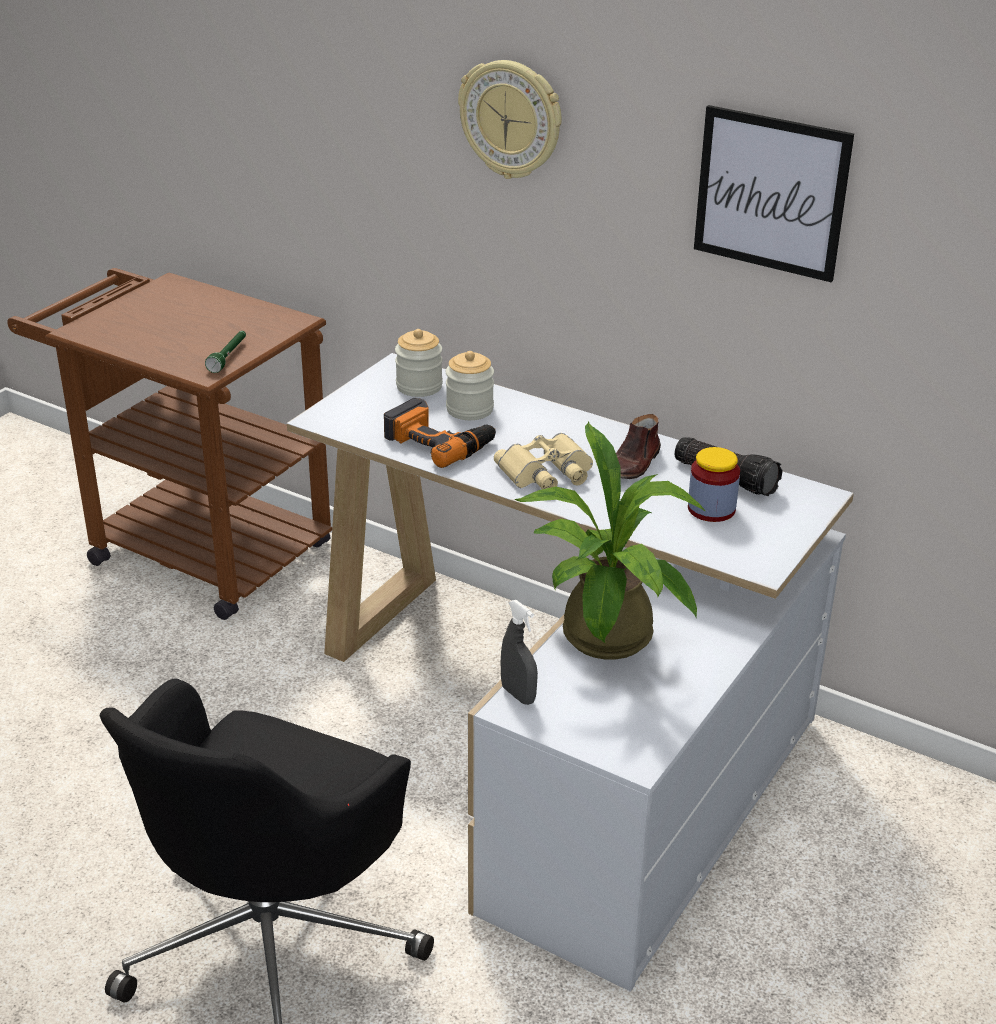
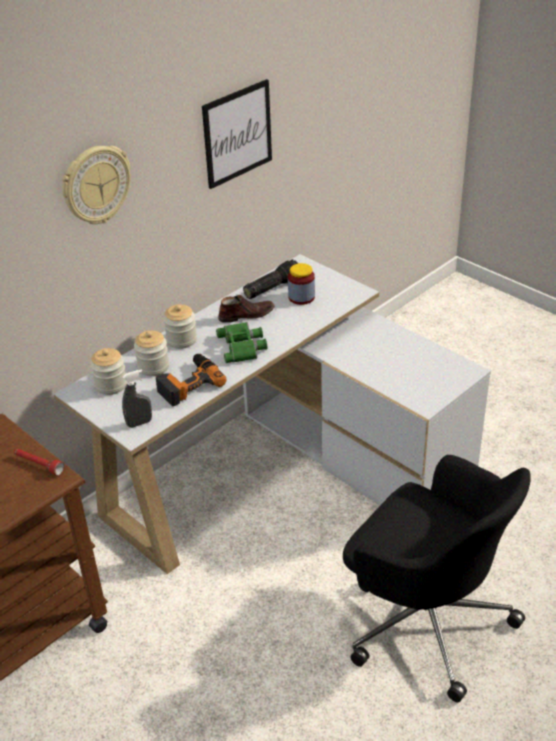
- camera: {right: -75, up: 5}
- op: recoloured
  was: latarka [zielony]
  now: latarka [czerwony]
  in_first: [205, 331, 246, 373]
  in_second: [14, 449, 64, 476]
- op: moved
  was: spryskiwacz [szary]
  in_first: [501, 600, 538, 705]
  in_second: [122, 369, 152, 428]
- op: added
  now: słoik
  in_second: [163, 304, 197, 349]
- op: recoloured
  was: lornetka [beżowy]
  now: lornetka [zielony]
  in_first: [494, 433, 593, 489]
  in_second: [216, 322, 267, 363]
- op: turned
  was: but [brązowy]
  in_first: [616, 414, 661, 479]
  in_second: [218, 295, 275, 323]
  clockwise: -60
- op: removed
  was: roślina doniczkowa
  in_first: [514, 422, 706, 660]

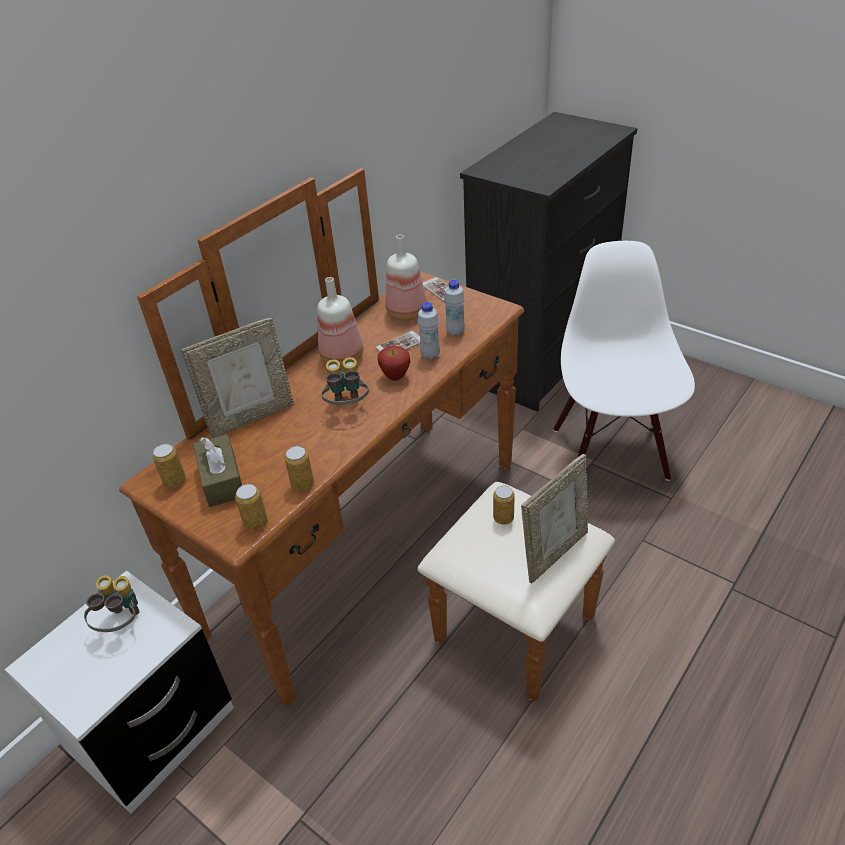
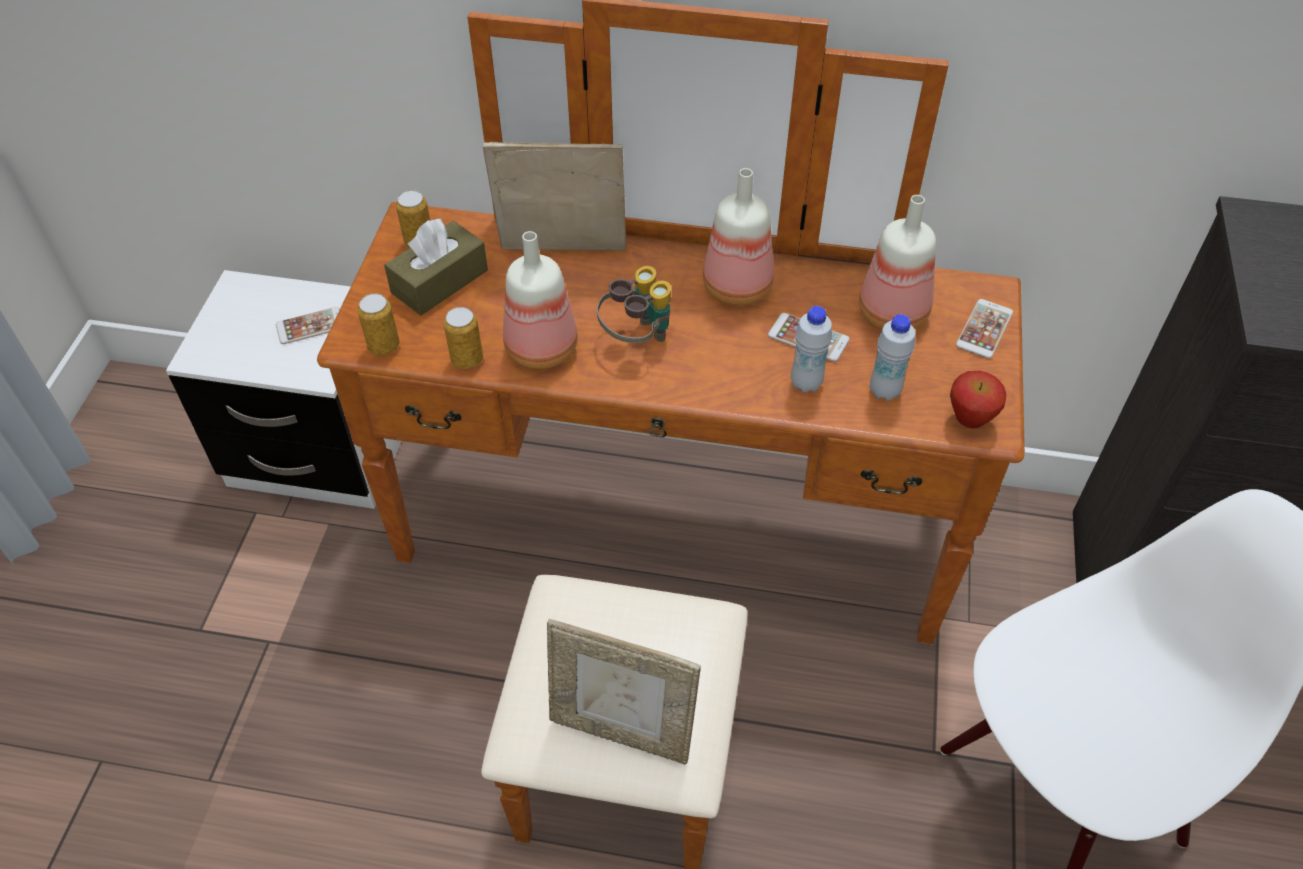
- camera: {right: 60, up: 10}
- op: replaced
  was: lornetka
  now: telefon
  in_first: [84, 575, 140, 632]
  in_second: [276, 307, 340, 344]
- op: turned
  was: ramka na zdjęcie
  in_first: [181, 318, 294, 438]
  in_second: [483, 142, 626, 251]
  clockwise: 150
- op: added
  now: butelka
  in_second: [503, 231, 578, 369]
- op: moved
  was: jabłko
  in_first: [378, 346, 410, 381]
  in_second: [950, 371, 1006, 429]
- op: removed
  was: puszka
  in_first: [493, 486, 515, 525]

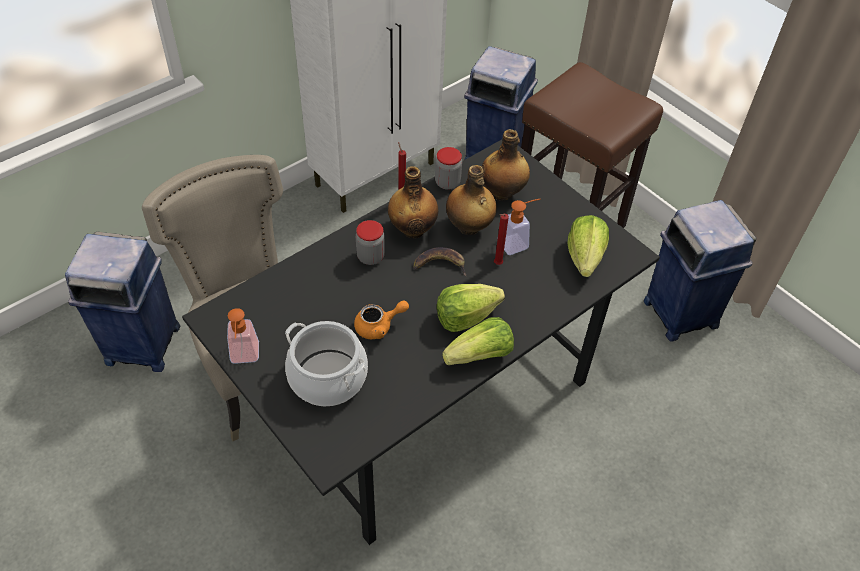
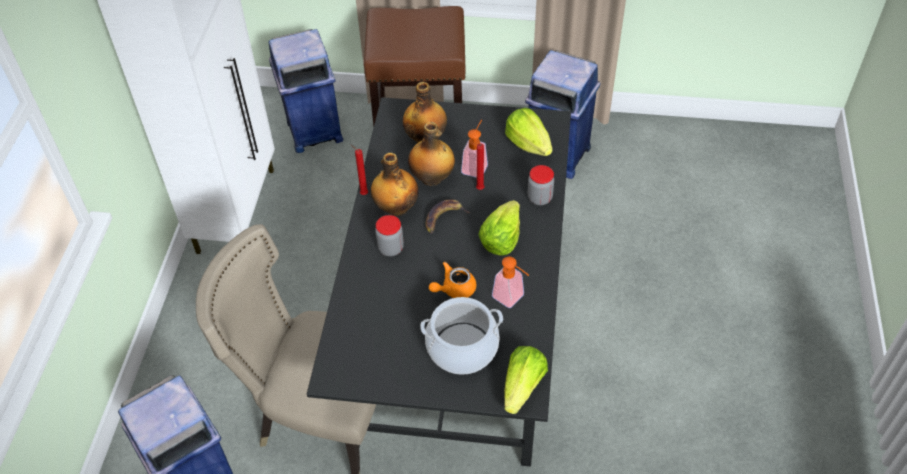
- camera: {right: -40, up: 0}
- op: turned
  was: imbryk [pomarańczowy]
  in_first: [354, 300, 409, 339]
  in_second: [429, 262, 476, 298]
  clockwise: -150
- op: moved
  was: dozownik mydła
  in_first: [227, 308, 259, 364]
  in_second: [492, 256, 529, 308]
- op: moved
  was: sałata
  in_first: [442, 317, 514, 365]
  in_second: [504, 346, 548, 414]
- op: moved
  was: słoik
  in_first: [435, 147, 462, 190]
  in_second: [528, 165, 554, 205]

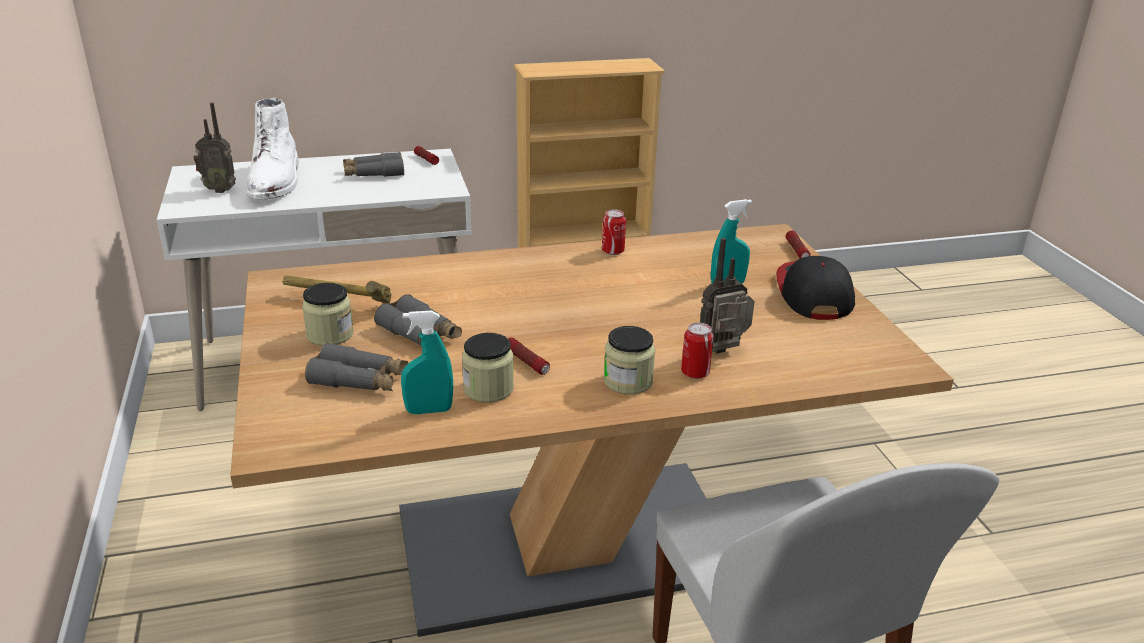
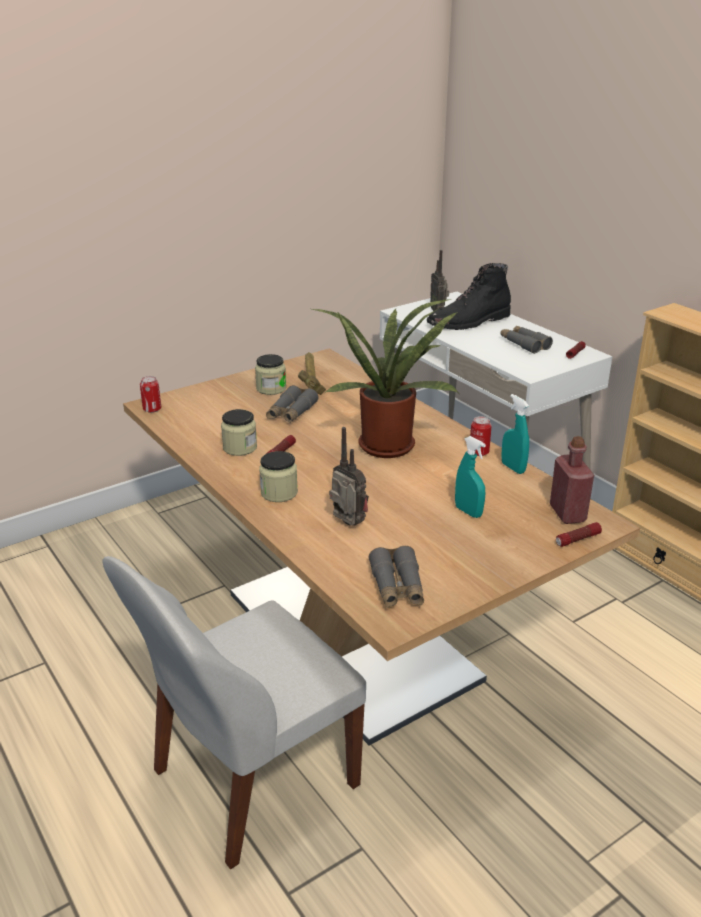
- camera: {right: 70, up: 0}
- op: moved
  was: puszka
  in_first: [681, 322, 713, 379]
  in_second: [140, 376, 161, 413]
- op: added
  now: roślina doniczkowa
  in_second: [312, 299, 458, 458]
- op: moved
  was: lornetka [szary]
  in_first: [305, 343, 409, 391]
  in_second: [369, 546, 424, 608]
- op: recoloured
  was: but z cholewką [biały]
  now: but z cholewką [czarny]
  in_first: [246, 98, 299, 200]
  in_second: [427, 263, 511, 330]
- op: moved
  was: spryskiwacz [turkusowy]
  in_first: [401, 311, 453, 414]
  in_second: [501, 394, 529, 474]
- op: added
  now: butelka [czerwony]
  in_second: [550, 436, 594, 524]
- op: removed
  was: czapka z daszkiem
  in_first: [776, 256, 855, 320]

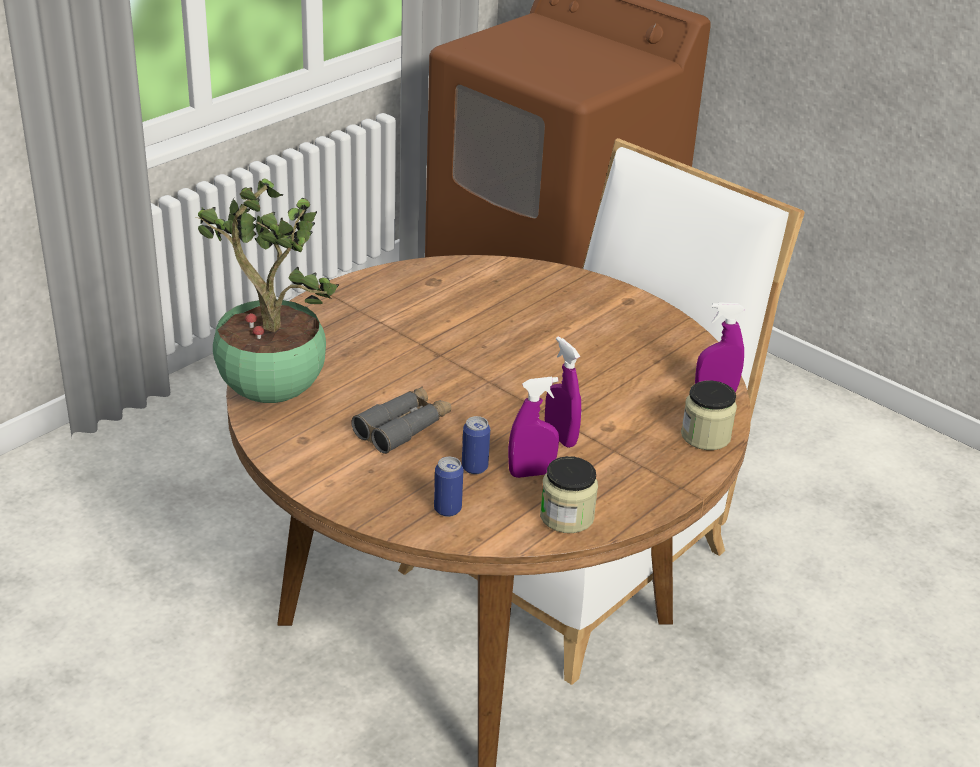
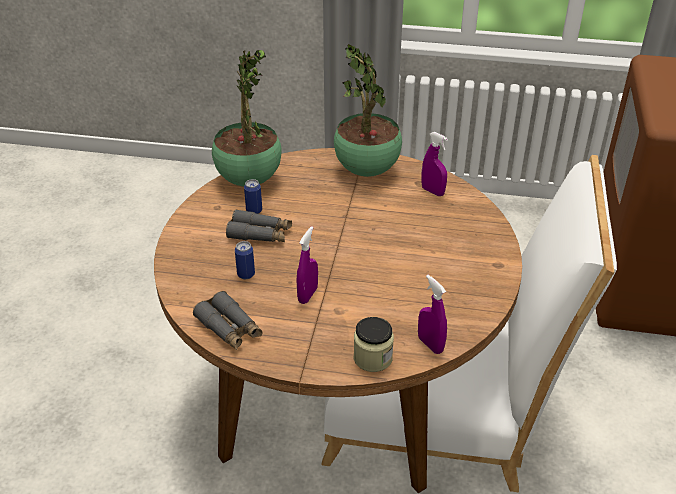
- camera: {right: 60, up: 5}
- op: replaced
  was: słoik
  now: lornetka [szary]
  in_first: [540, 456, 598, 533]
  in_second: [193, 291, 262, 350]
- op: moved
  was: puszka
  in_first: [434, 457, 463, 517]
  in_second: [244, 179, 262, 214]
- op: added
  now: roślina doniczkowa
  in_second: [334, 44, 402, 177]
- op: moved
  was: spryskiwacz [fioletowy]
  in_first: [508, 377, 559, 478]
  in_second: [421, 132, 448, 196]

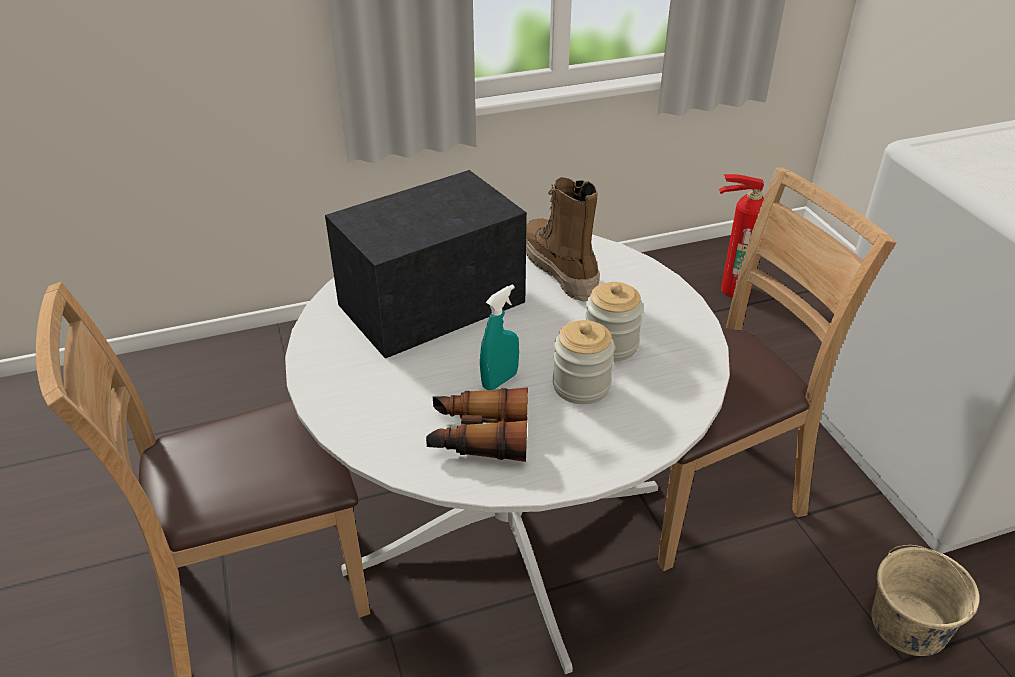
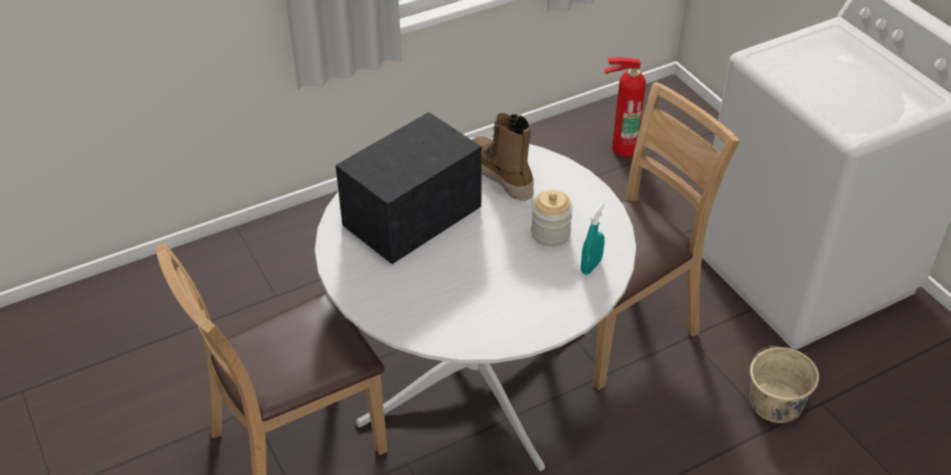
- camera: {right: -10, up: 5}
- op: moved
  was: spryskiwacz [turkusowy]
  in_first: [480, 284, 519, 390]
  in_second: [581, 202, 605, 275]
- op: removed
  was: lornetka
  in_first: [426, 387, 528, 462]
- op: removed
  was: słoik
  in_first: [553, 320, 615, 404]

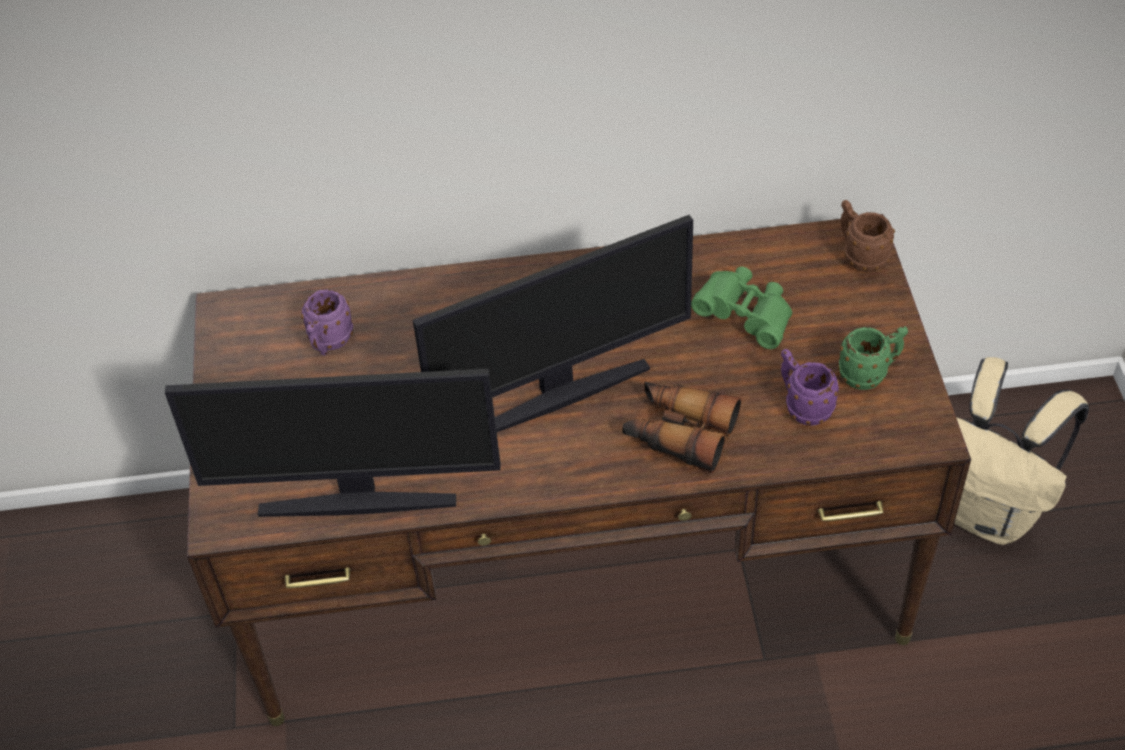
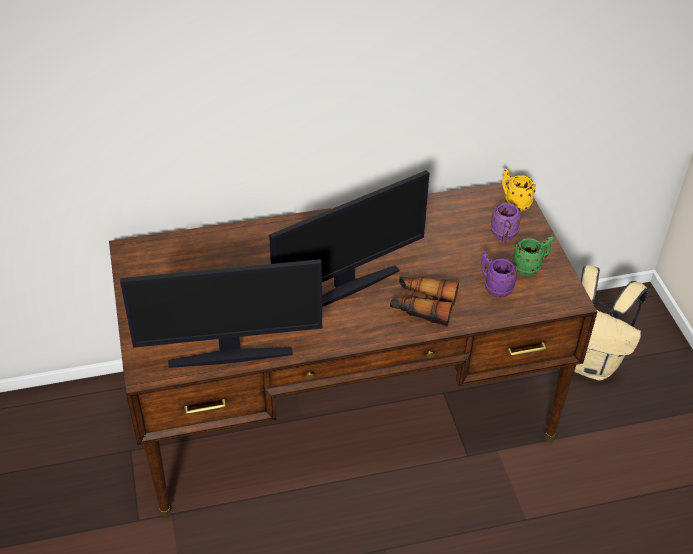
- camera: {right: -10, up: -5}
- op: moved
  was: kubek [fioletowy]
  in_first: [301, 289, 353, 355]
  in_second: [490, 203, 522, 243]
- op: recoloured
  was: kubek [brązowy]
  now: kubek [żółty]
  in_first: [841, 200, 895, 272]
  in_second: [502, 169, 536, 211]
- op: removed
  was: lornetka [zielony]
  in_first: [691, 267, 792, 349]

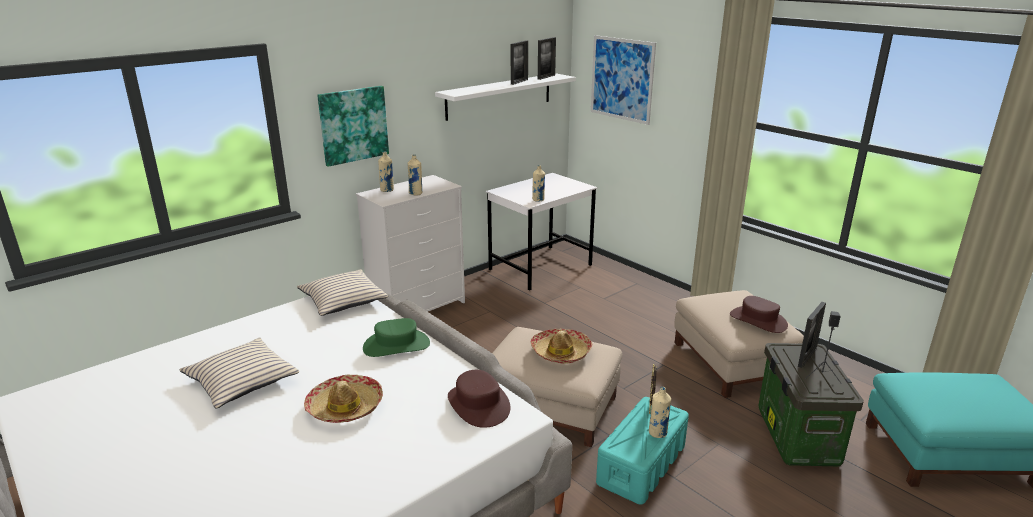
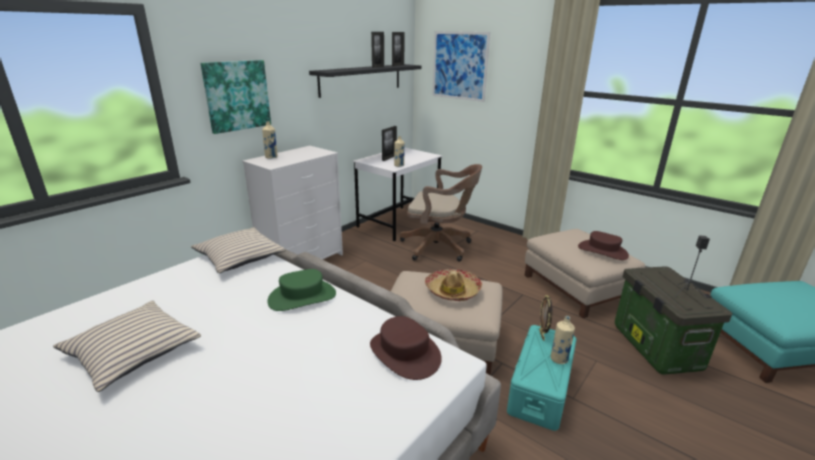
- camera: {right: -10, up: 0}
- op: recoloured
  was: półka [biały]
  now: półka [czarny]
  in_first: [435, 73, 576, 121]
  in_second: [309, 64, 422, 98]
- op: moved
  was: ramka na zdjęcie
  in_first: [798, 302, 826, 368]
  in_second: [382, 126, 397, 161]
- op: added
  now: krzesło biurowe [brązowy]
  in_second: [399, 164, 482, 262]
- op: removed
  was: kapelusz
  in_first: [304, 375, 383, 423]
- op: removed
  was: butelka [beżowy]
  in_first: [408, 154, 422, 196]

